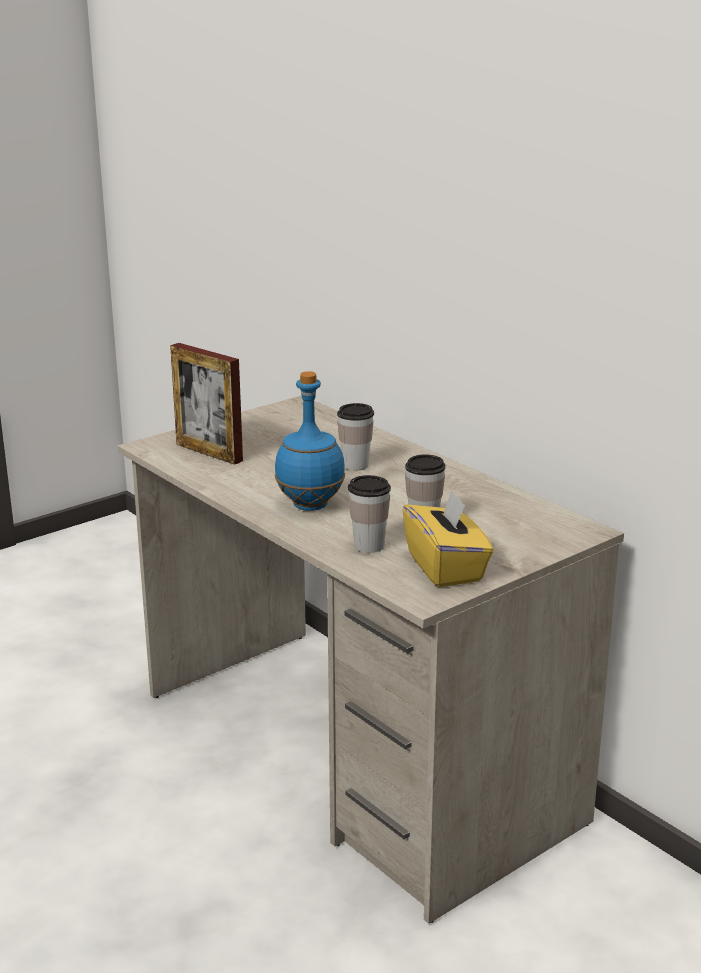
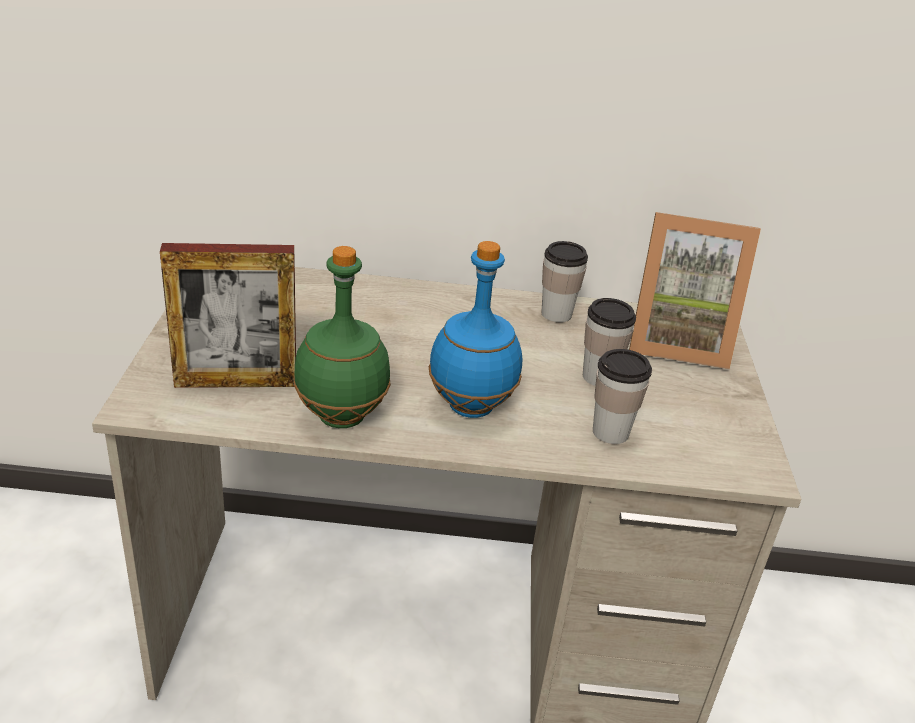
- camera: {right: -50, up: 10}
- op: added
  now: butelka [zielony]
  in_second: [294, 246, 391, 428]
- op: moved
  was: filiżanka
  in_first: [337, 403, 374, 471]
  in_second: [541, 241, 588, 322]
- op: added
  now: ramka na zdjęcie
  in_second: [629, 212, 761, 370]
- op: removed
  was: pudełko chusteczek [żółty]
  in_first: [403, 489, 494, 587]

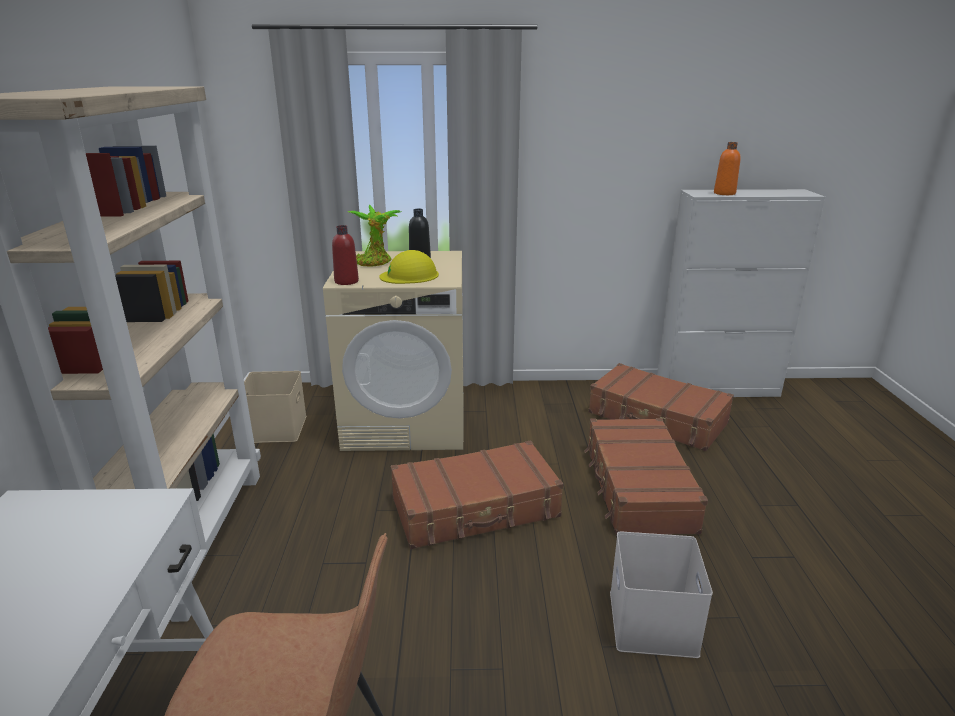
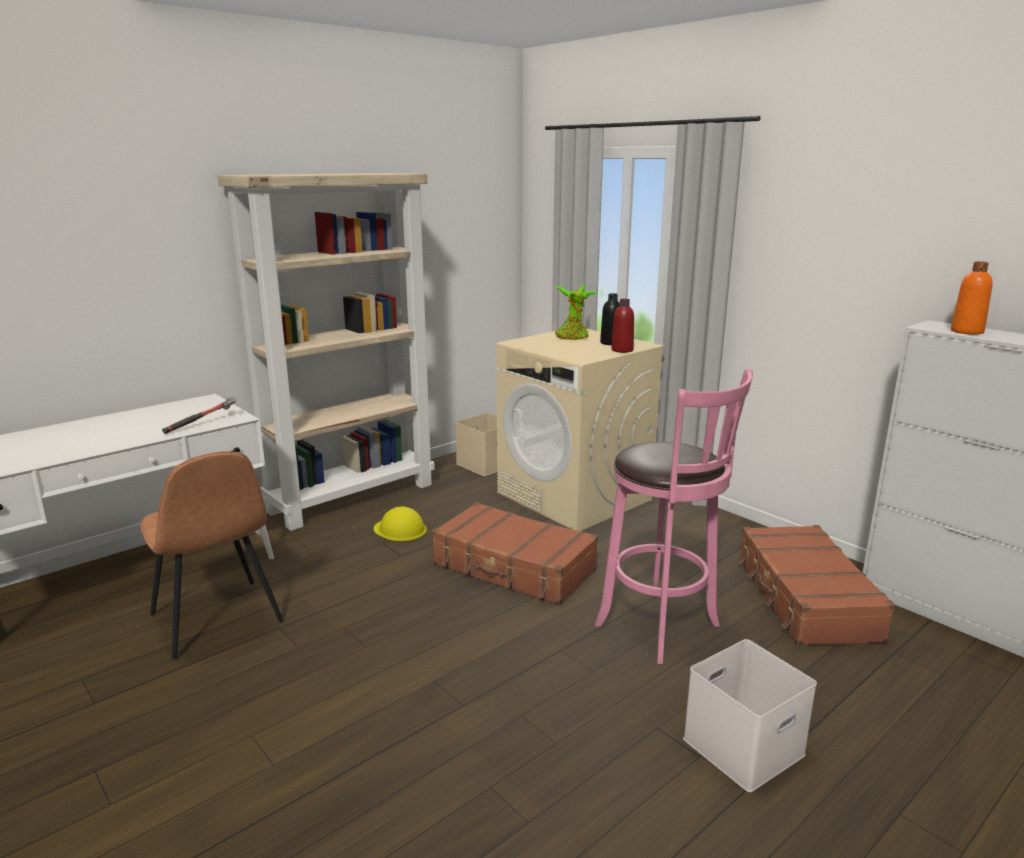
- camera: {right: 50, up: -5}
- op: added
  now: młotek
  in_second: [162, 397, 236, 434]
- op: moved
  was: kask [żółty]
  in_first: [379, 250, 439, 284]
  in_second: [374, 506, 427, 541]
- op: replaced
  was: walizka [brązowy]
  now: stołek [różowy]
  in_first: [584, 418, 708, 535]
  in_second: [595, 368, 753, 664]
- op: moved
  was: butelka [czerwony]
  in_first: [332, 225, 359, 285]
  in_second: [611, 299, 634, 353]
- op: moved
  was: pojemnik do przechowywania [biały]
  in_first: [610, 532, 713, 658]
  in_second: [683, 639, 817, 792]

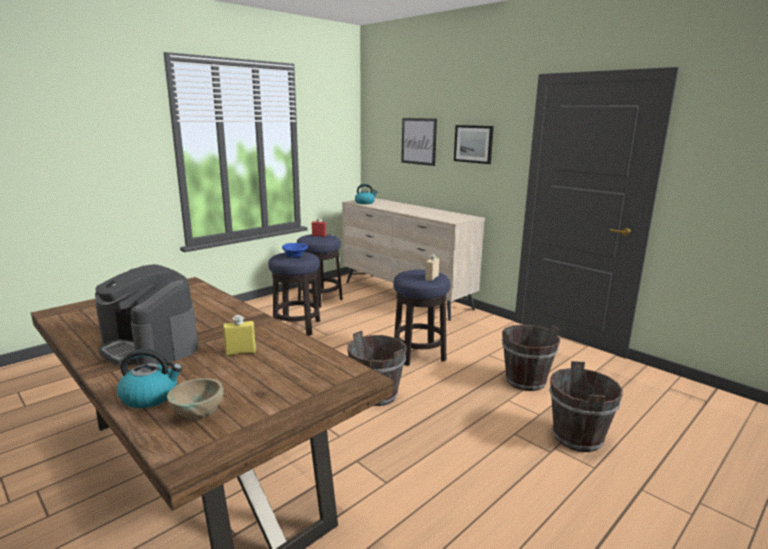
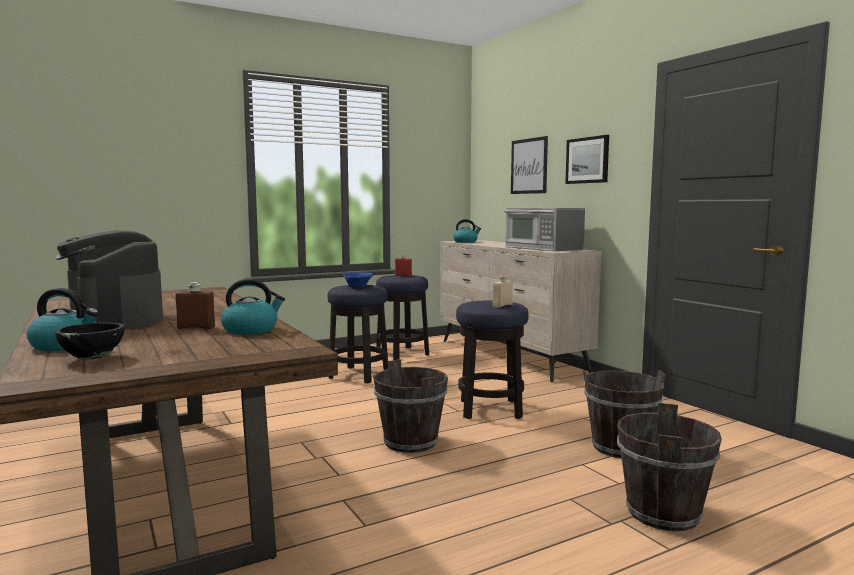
- camera: {right: 15, up: -10}
- op: recoloured
  was: miska [beżowy]
  now: miska [czarny]
  in_first: [167, 378, 224, 420]
  in_second: [55, 323, 124, 360]
- op: recoloured
  was: butelka [żółty]
  now: butelka [brązowy]
  in_first: [223, 315, 256, 356]
  in_second: [175, 282, 215, 329]
- op: added
  now: czajnik
  in_second: [221, 279, 285, 335]
- op: added
  now: mikrofalówka
  in_second: [504, 208, 585, 251]

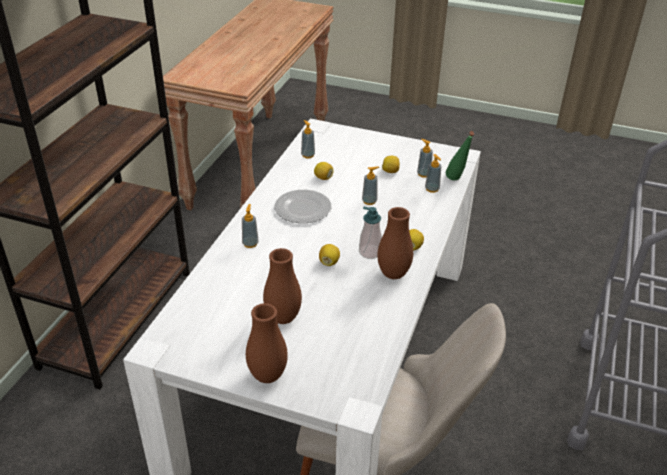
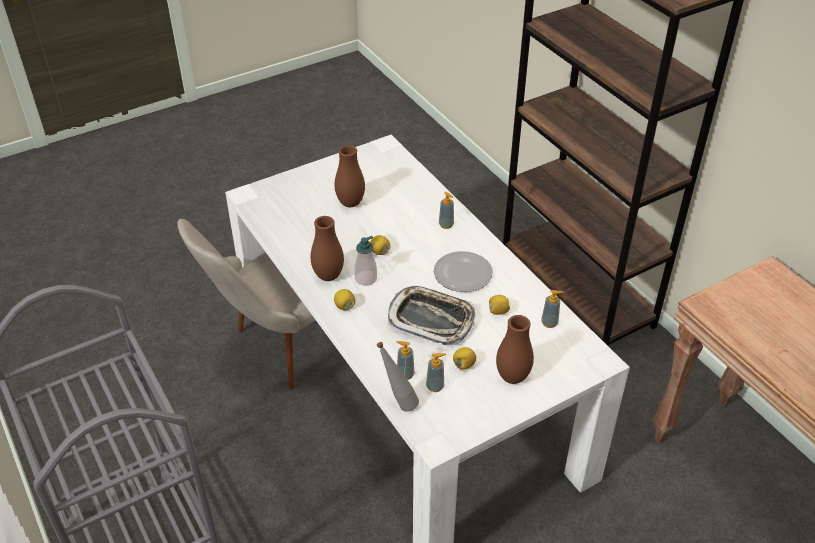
- camera: {right: 130, up: 5}
- op: recoloured
  was: butelka [zielony]
  now: butelka [szary]
  in_first: [446, 131, 475, 180]
  in_second: [377, 342, 419, 412]
- op: replaced
  was: dozownik mydła
  now: taca
  in_first: [362, 166, 379, 205]
  in_second: [388, 286, 476, 345]
- op: moved
  was: wazon [brązowy]
  in_first: [246, 303, 288, 383]
  in_second: [496, 315, 534, 384]

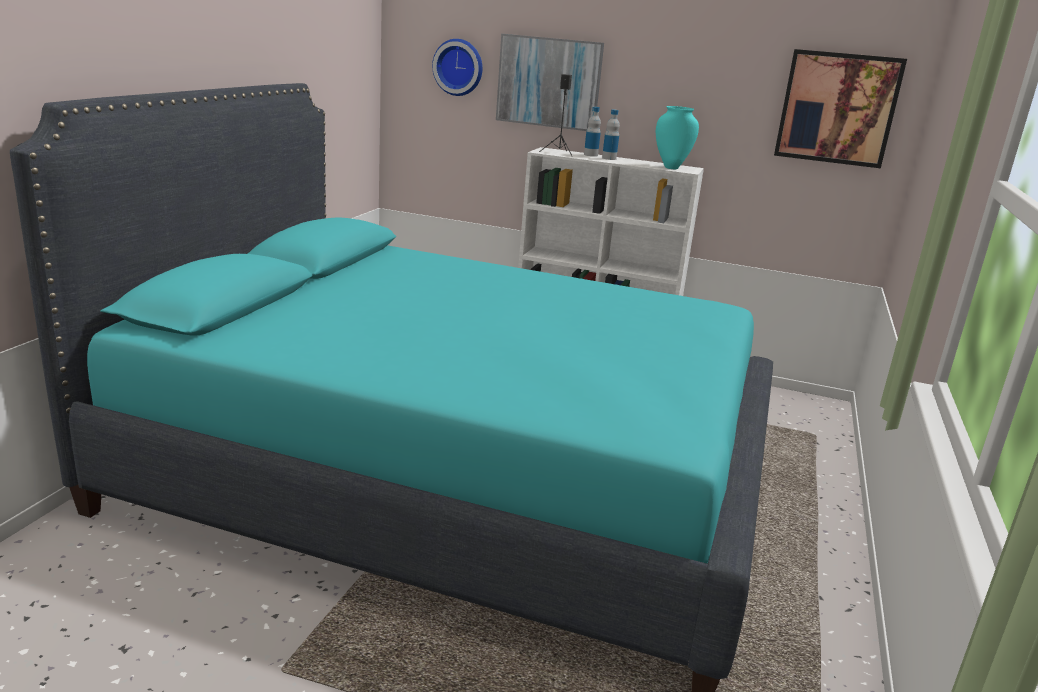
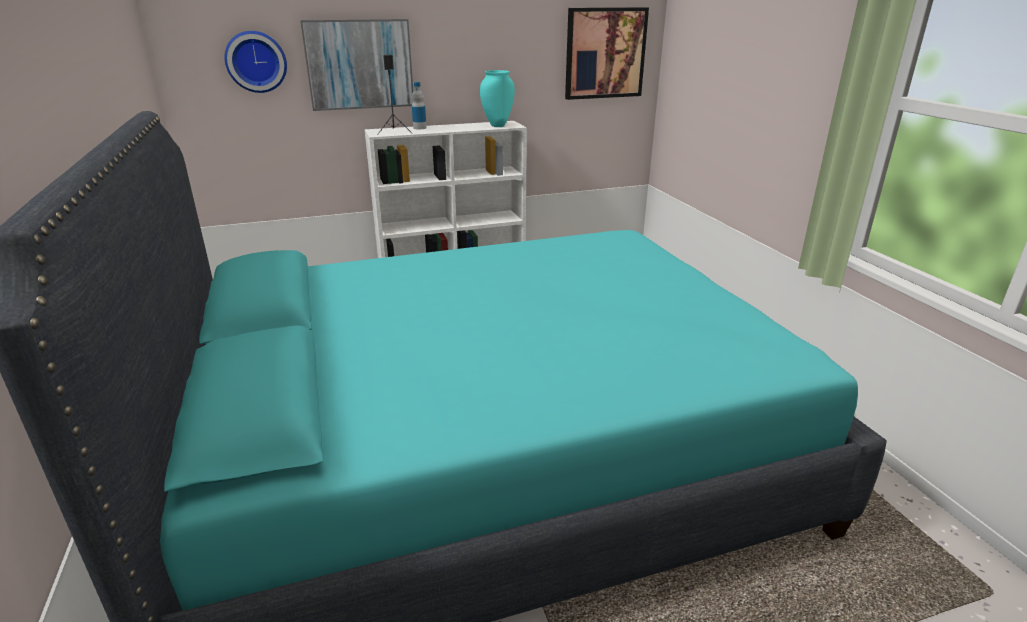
- camera: {right: -35, up: 5}
- op: removed
  was: butelka
  in_first: [602, 109, 620, 160]

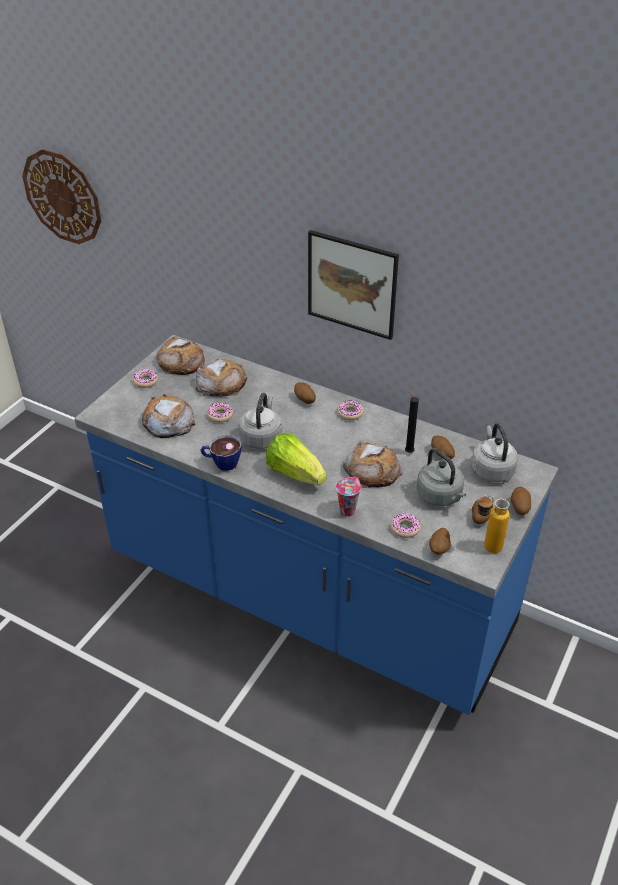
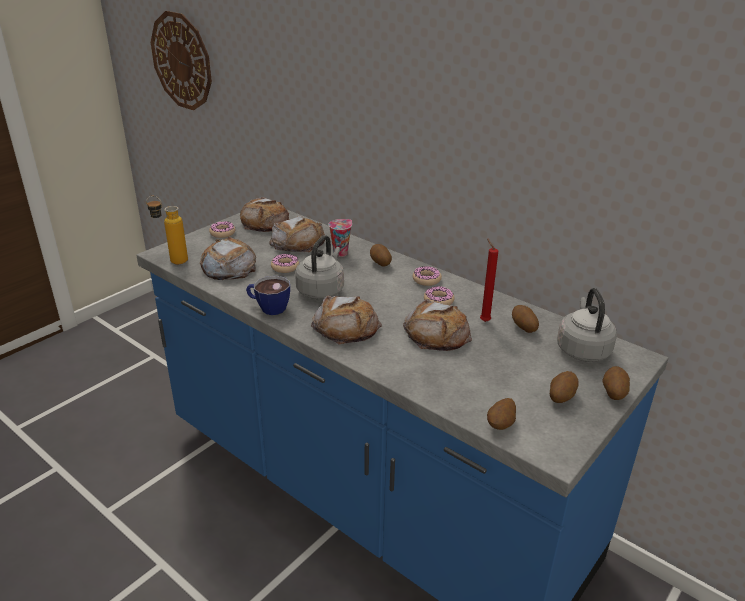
- camera: {right: 10, up: -10}
- op: moved
  was: butelka
  in_first: [477, 495, 510, 553]
  in_second: [146, 196, 188, 264]
- op: replaced
  was: sałata
  now: chleb
  in_first: [266, 433, 327, 485]
  in_second: [311, 295, 382, 344]
- op: moved
  was: filiżanka
  in_first: [336, 477, 361, 517]
  in_second: [329, 219, 352, 257]
- op: moved
  was: donut
  in_first: [391, 513, 421, 538]
  in_second: [424, 286, 455, 305]
- op: recoloured
  was: świeca [czarny]
  now: świeca [czerwony]
  in_first: [405, 390, 419, 453]
  in_second: [480, 238, 498, 322]
- op: removed
  was: obraz
  in_first: [308, 230, 399, 340]
- op: removed
  was: czajnik [szary]
  in_first: [417, 448, 466, 506]

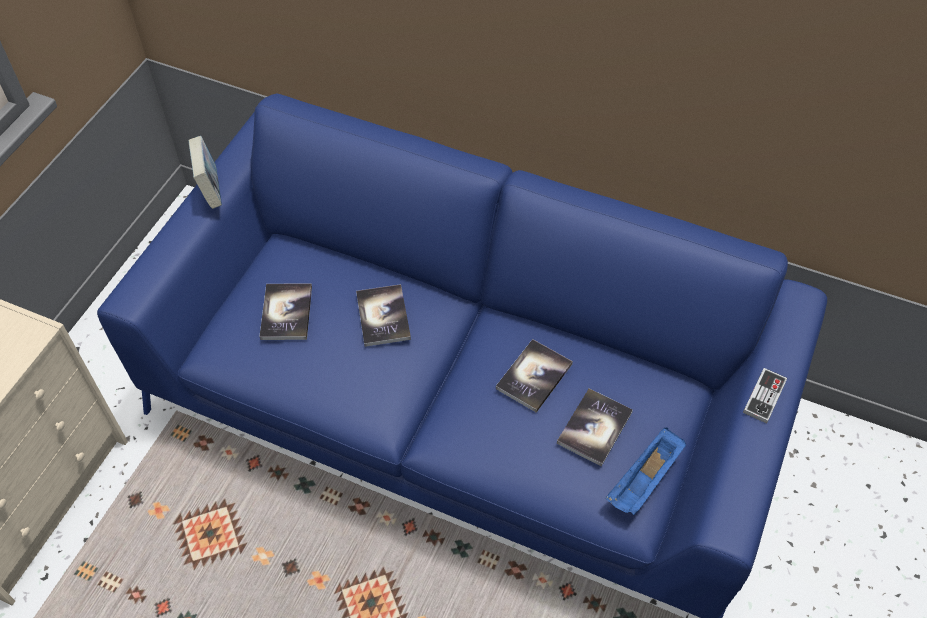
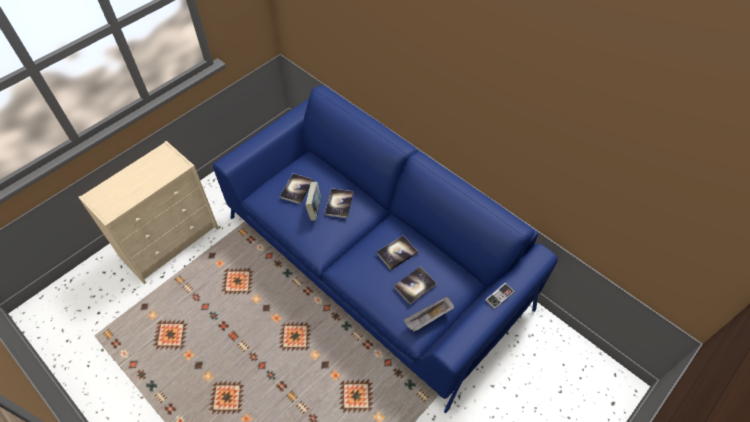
- camera: {right: 20, up: 0}
- op: moved
  was: książka
  in_first: [188, 136, 222, 209]
  in_second: [305, 182, 322, 221]
- op: recoloured
  was: taca [niebieski]
  now: taca [szary]
  in_first: [606, 428, 686, 515]
  in_second: [404, 296, 454, 332]

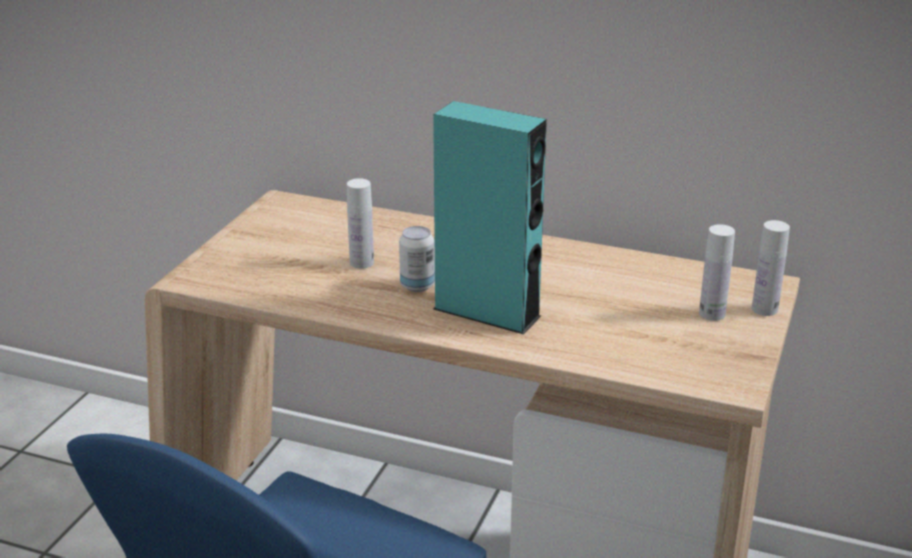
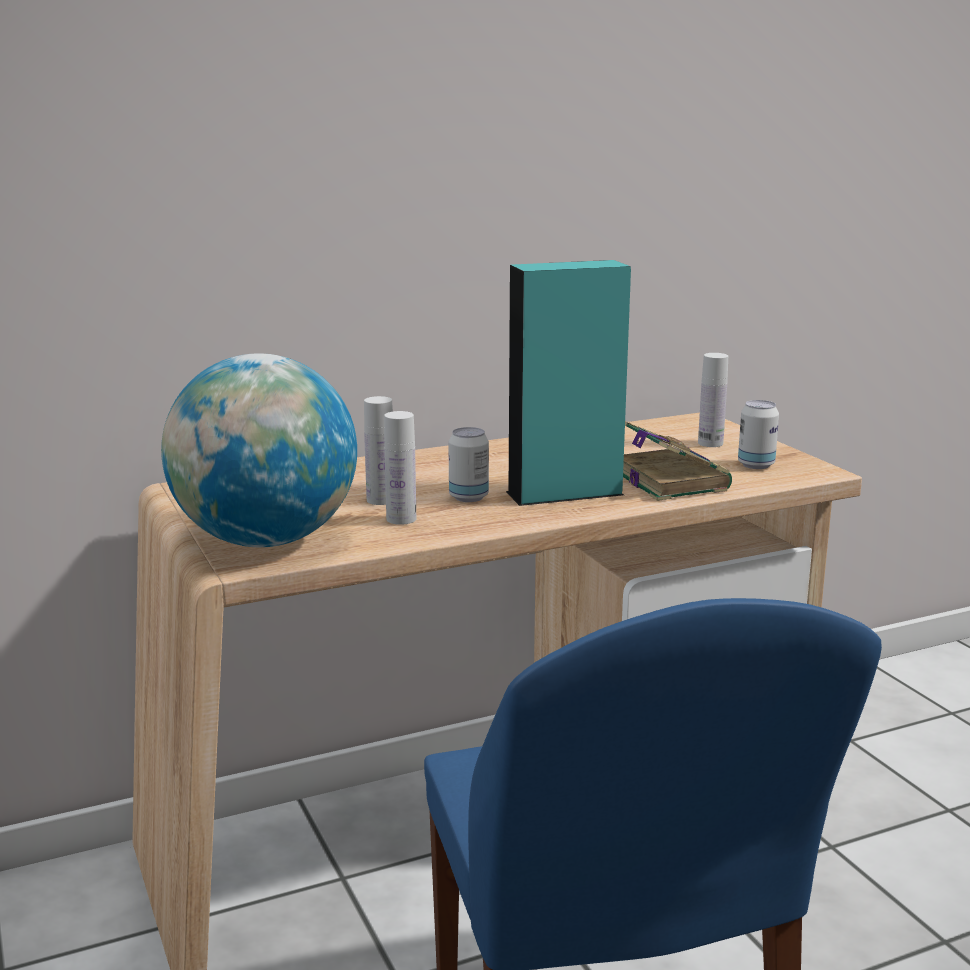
- camera: {right: -45, up: -10}
- op: added
  now: globus
  in_second: [161, 353, 357, 547]
- op: moved
  was: butelka [biały]
  in_first: [752, 220, 790, 316]
  in_second: [384, 411, 416, 525]
- op: added
  now: książka
  in_second: [623, 421, 732, 501]
- op: added
  now: puszka
  in_second: [738, 400, 779, 469]

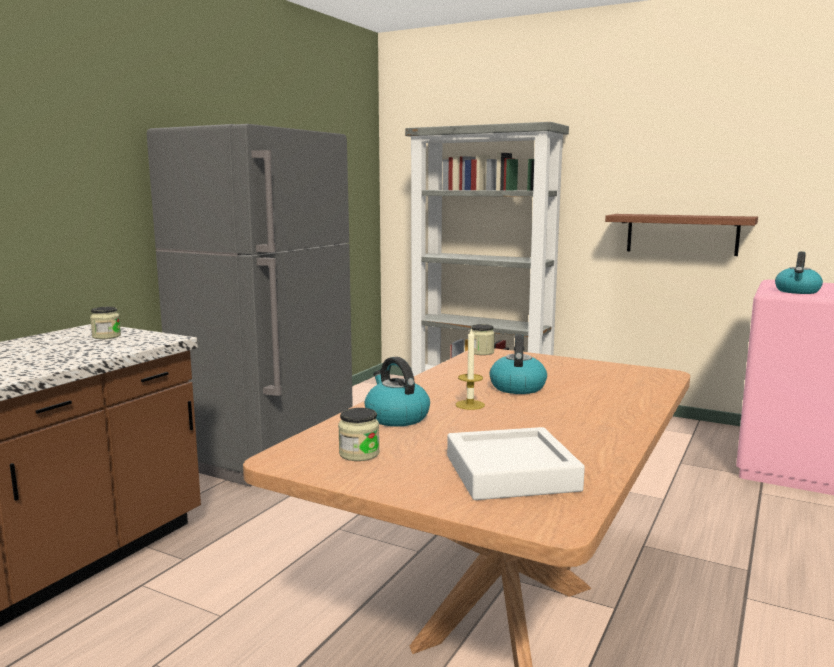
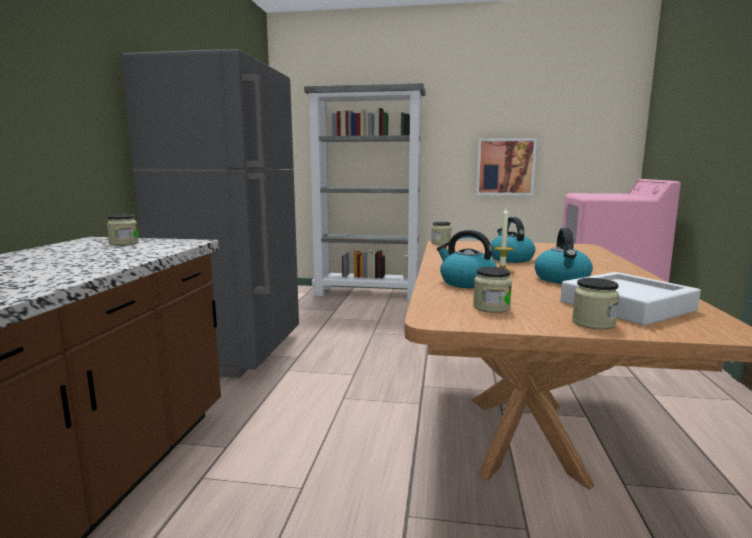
- camera: {right: -20, up: 0}
- op: replaced
  was: półka
  now: obraz
  in_first: [605, 214, 758, 256]
  in_second: [476, 138, 537, 196]
- op: moved
  was: czajnik
  in_first: [775, 252, 823, 294]
  in_second: [535, 228, 593, 284]
- op: added
  now: słoik
  in_second: [572, 278, 619, 329]

